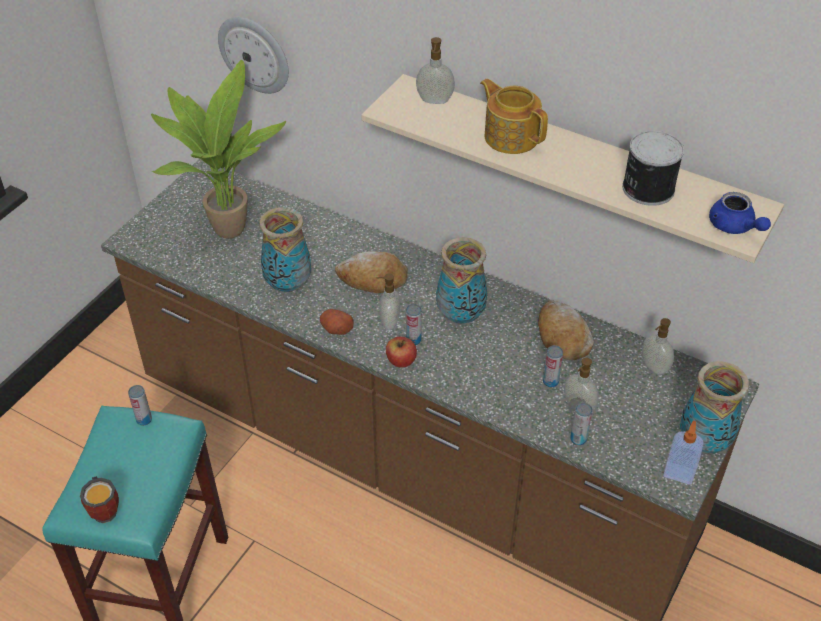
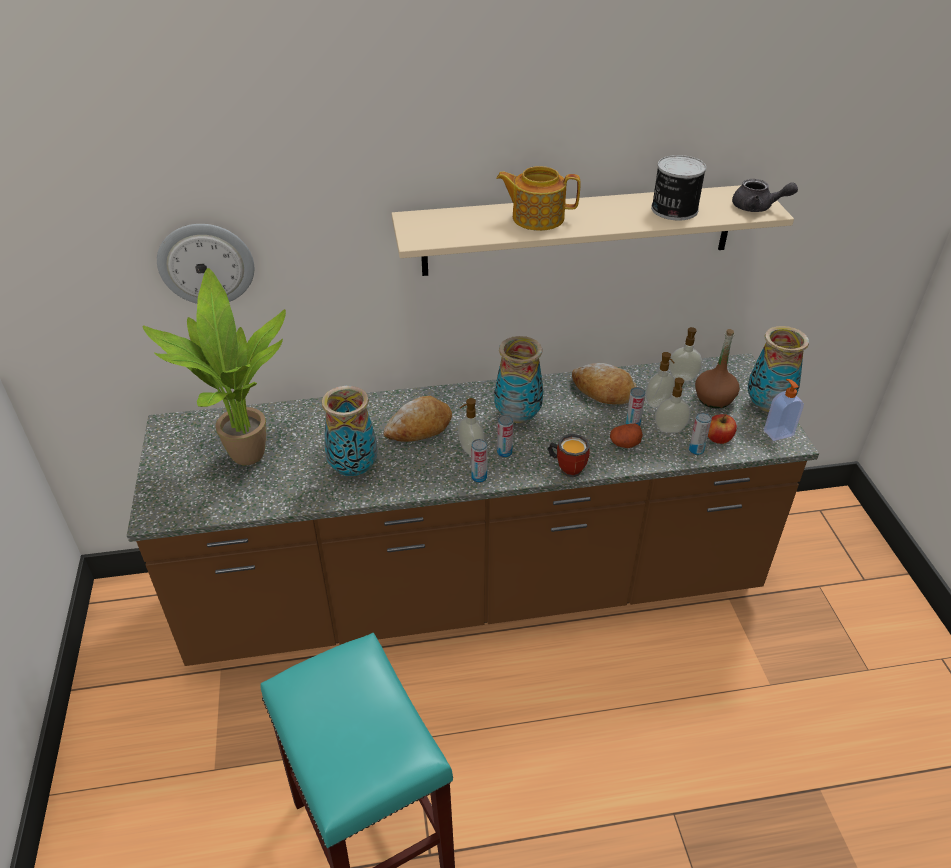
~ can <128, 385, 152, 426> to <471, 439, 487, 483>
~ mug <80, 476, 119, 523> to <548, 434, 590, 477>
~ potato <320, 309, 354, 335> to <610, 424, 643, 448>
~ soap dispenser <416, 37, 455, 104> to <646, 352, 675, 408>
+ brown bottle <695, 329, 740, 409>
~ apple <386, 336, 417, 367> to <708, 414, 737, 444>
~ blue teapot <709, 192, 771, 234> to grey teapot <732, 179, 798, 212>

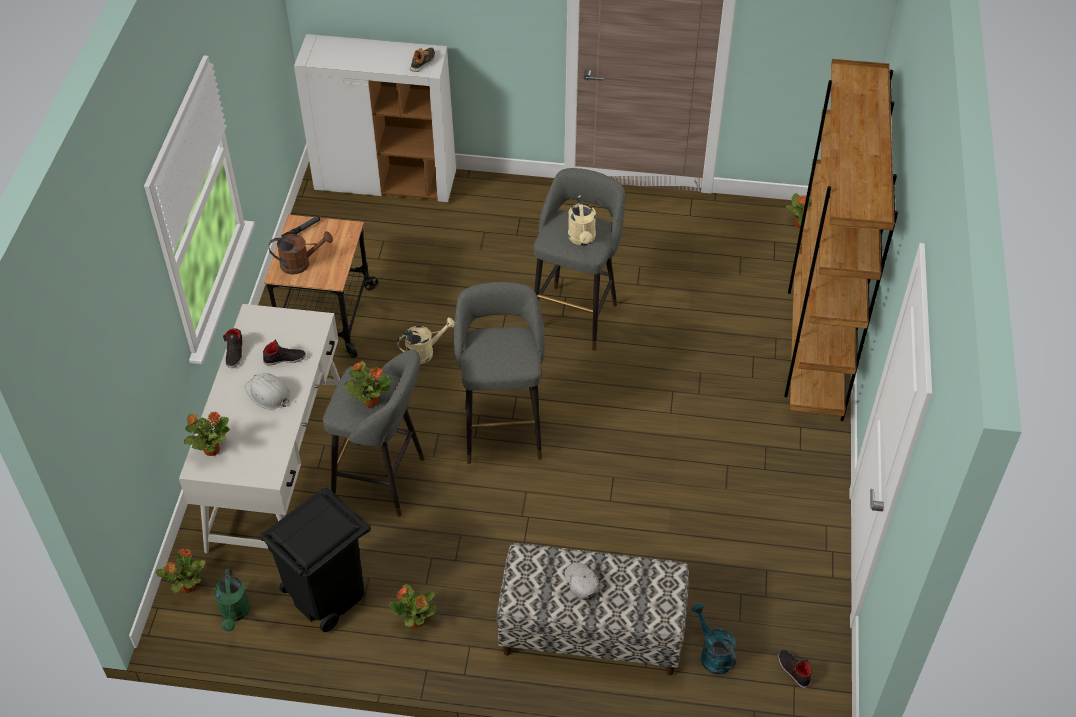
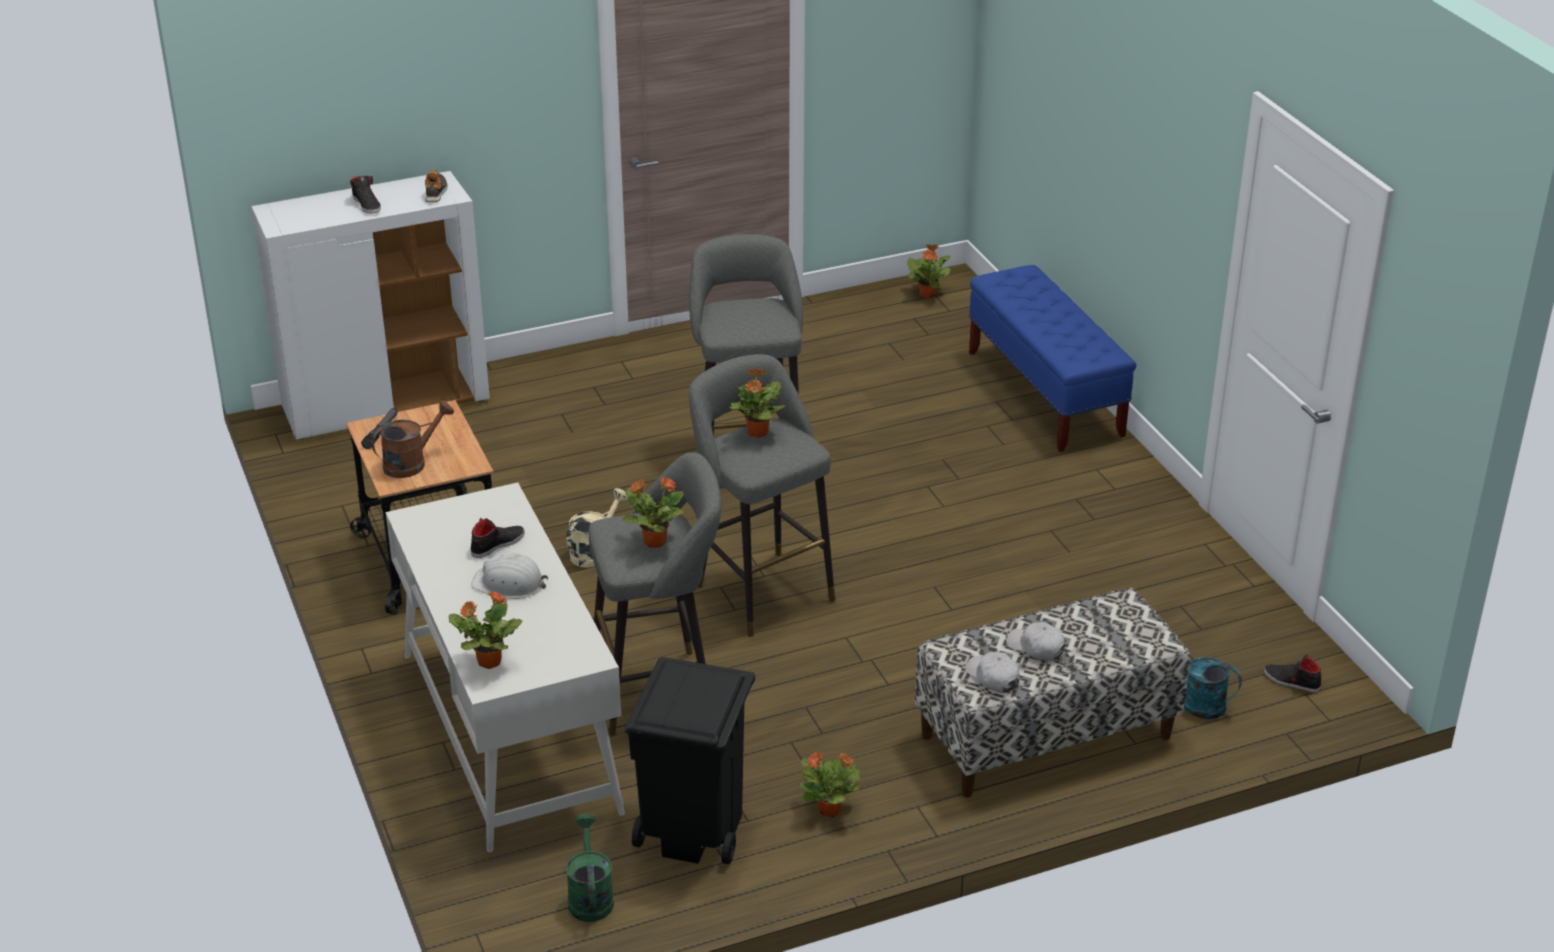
~ black shoe <223, 328, 243, 368> to <350, 176, 381, 214>
~ green watering can <214, 568, 250, 632> = <566, 814, 614, 922> 150 degrees counterclockwise
~ potted plant <156, 548, 205, 593> to <729, 368, 785, 438>
+ white cap <965, 652, 1020, 693>
~ brown bookcase <784, 59, 898, 421> to blue bench <969, 265, 1136, 452>
- beige watering can <568, 195, 596, 245>

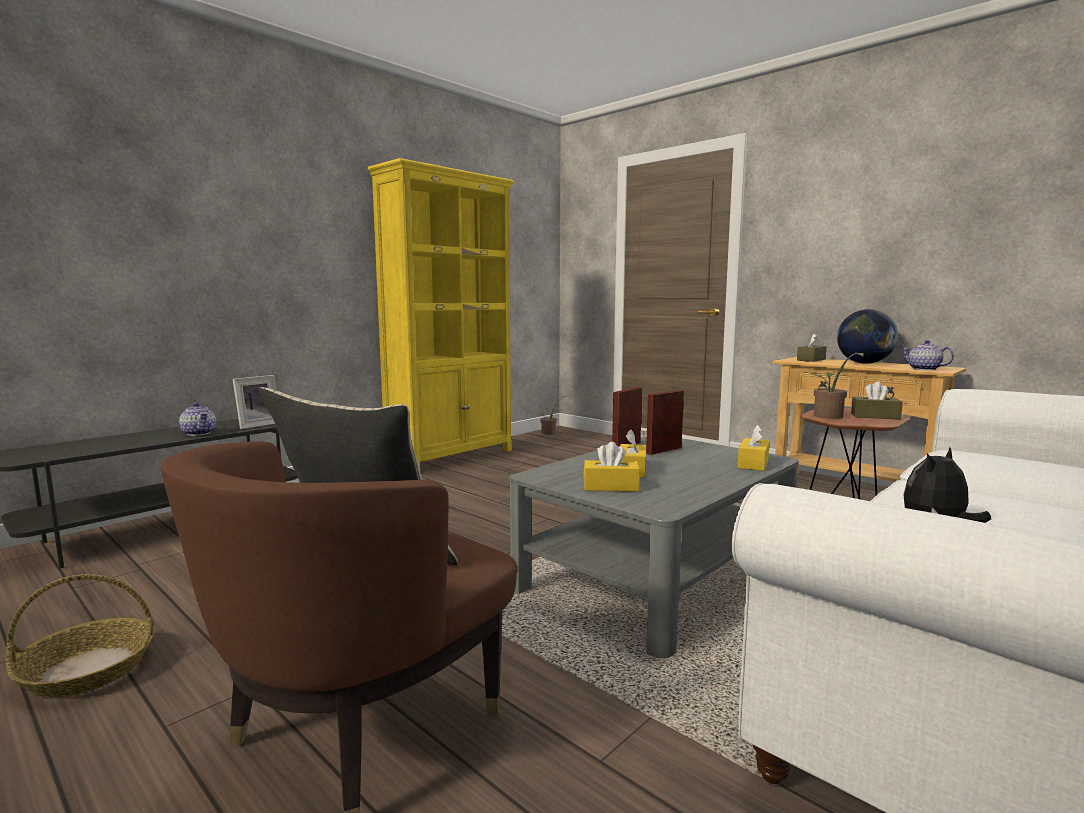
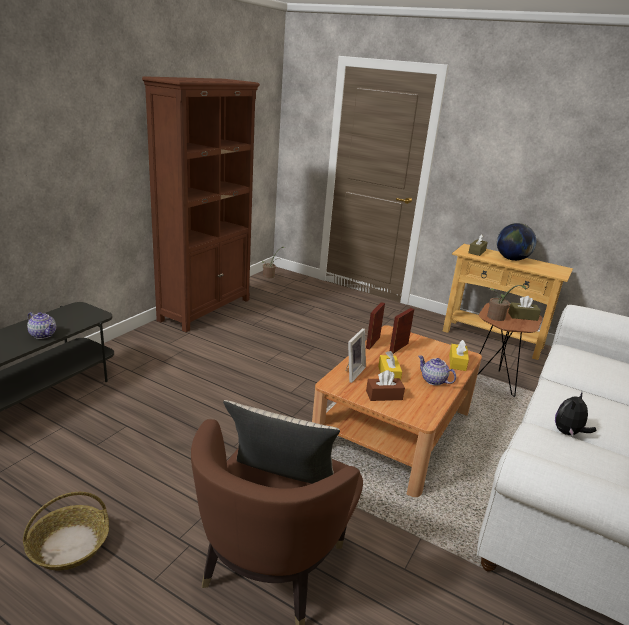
~ yellow bookcase <368, 158, 514, 469> to brown bookcase <142, 76, 260, 332>
~ grey coffee table <510, 436, 799, 658> to brown coffee table <312, 325, 482, 497>
~ picture frame <233, 375, 276, 429> to <345, 328, 366, 383>
~ yellow tissue box <584, 442, 640, 492> to brown tissue box <366, 370, 405, 401>
~ teapot <901, 340, 954, 370> to <418, 355, 456, 386>

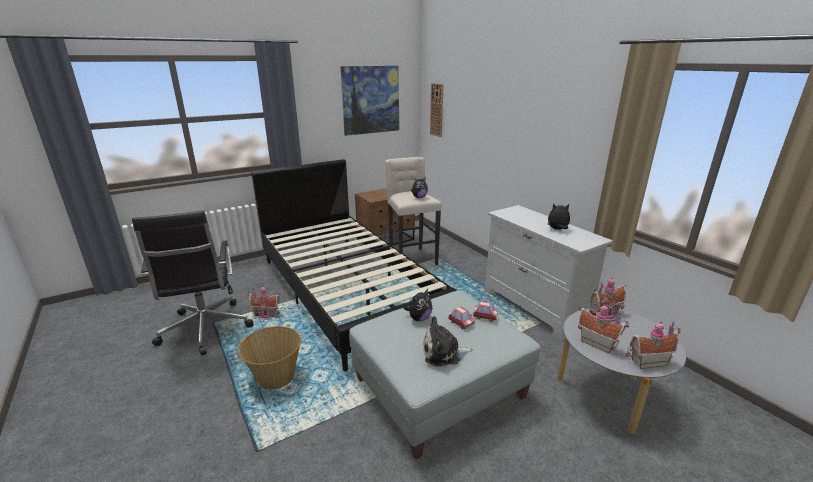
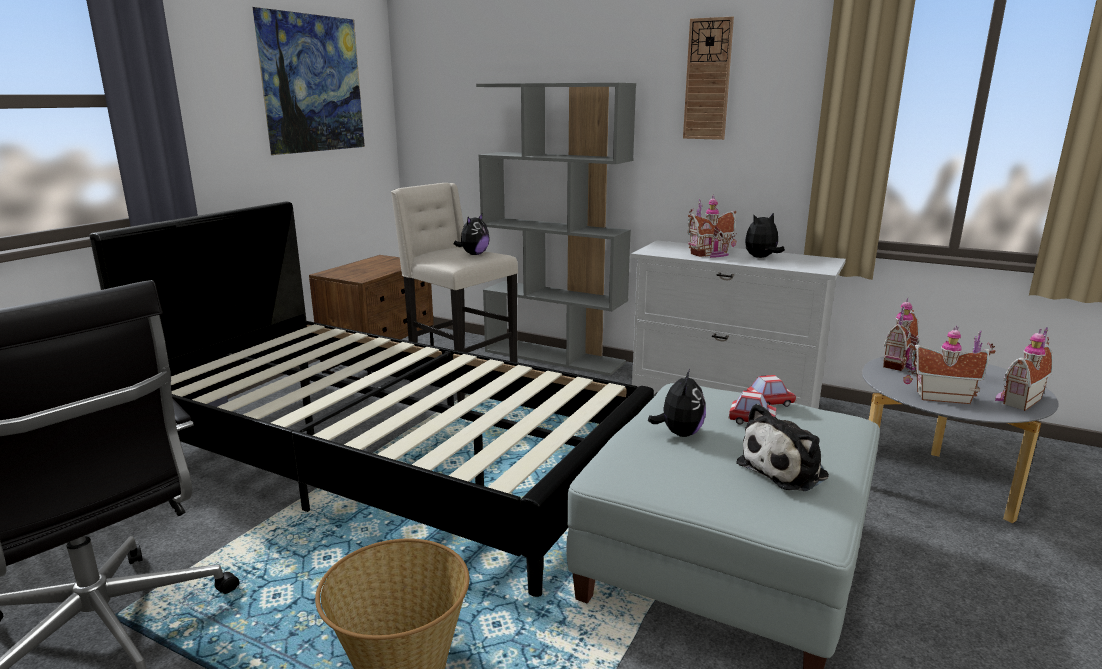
+ grey bookcase <476, 83, 636, 376>
~ wall clock <430, 83, 444, 137> to <683, 17, 734, 140>
~ toy house <247, 286, 280, 319> to <688, 195, 737, 258>

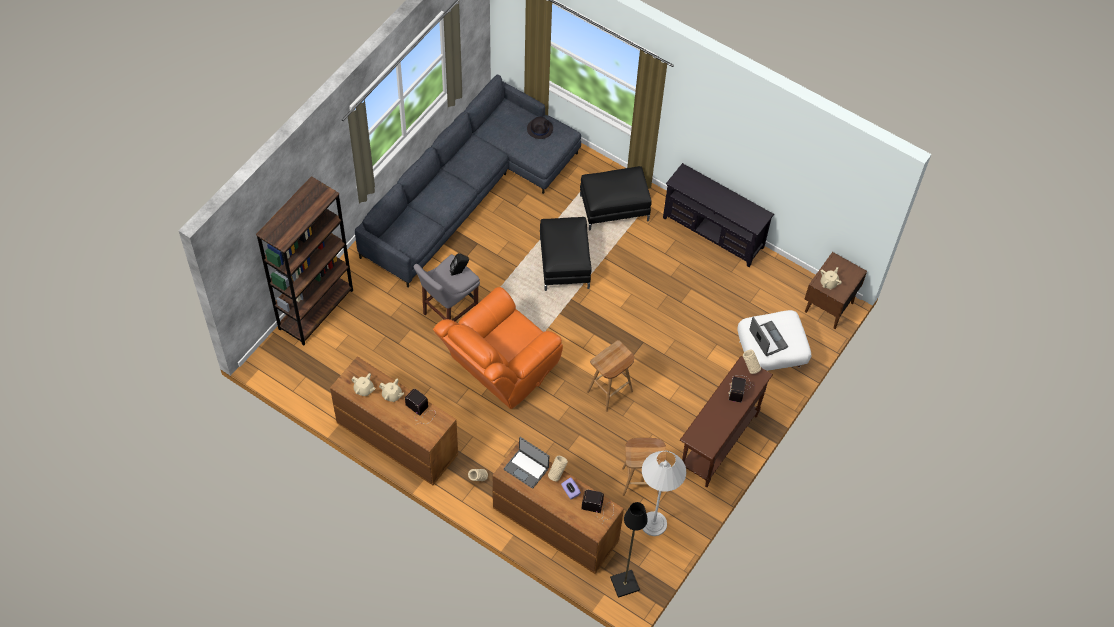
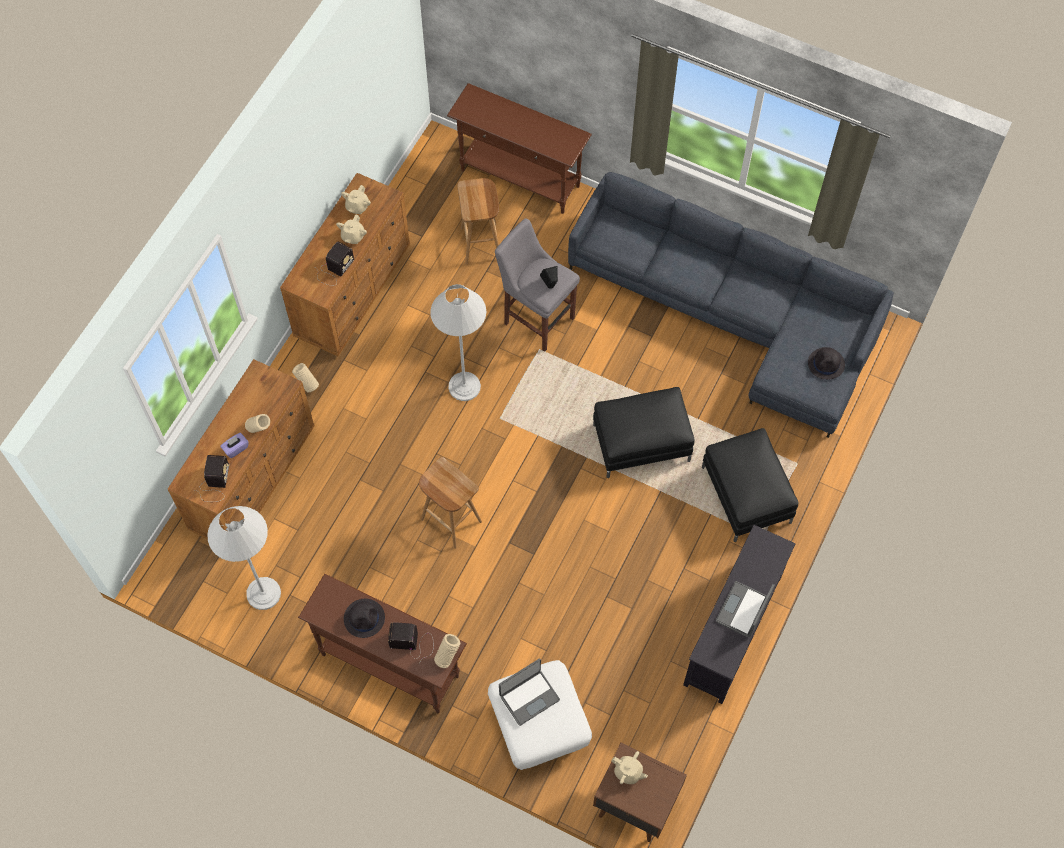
+ black hat <344, 599, 385, 638>
~ orange armchair <433, 287, 563, 409> to white floor lamp <430, 284, 486, 401>
~ brown bookcase <256, 176, 353, 345> to brown console table <447, 83, 592, 214>
~ brown stool <622, 438, 666, 496> to <457, 178, 499, 264>
~ laptop <504, 437, 550, 489> to <716, 581, 774, 637>
- black floor lamp <610, 502, 648, 598>

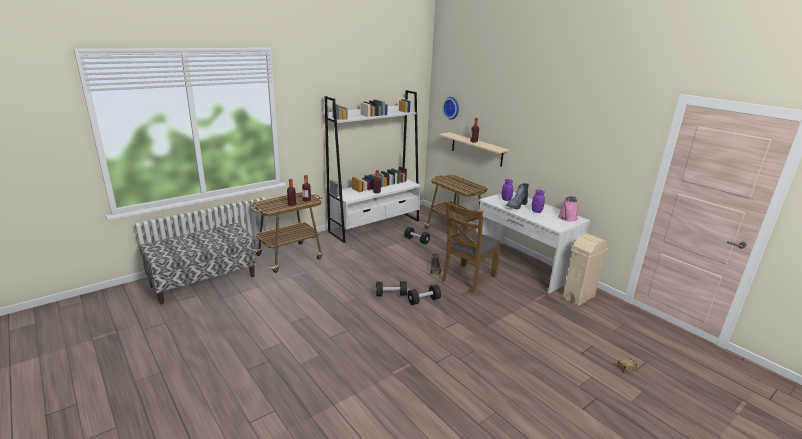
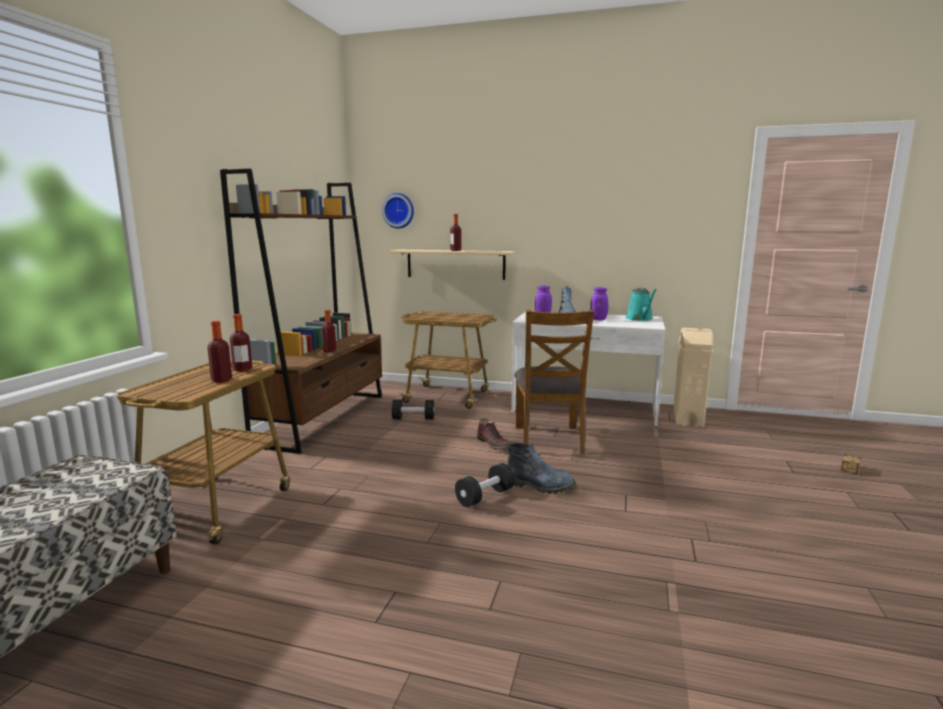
~ white bookcase <325, 90, 421, 243> to brown bookcase <220, 169, 382, 454>
~ black dumbbell <408, 285, 441, 305> to boot <508, 443, 576, 494>
~ pink watering can <558, 196, 578, 222> to turquoise watering can <626, 288, 657, 321>

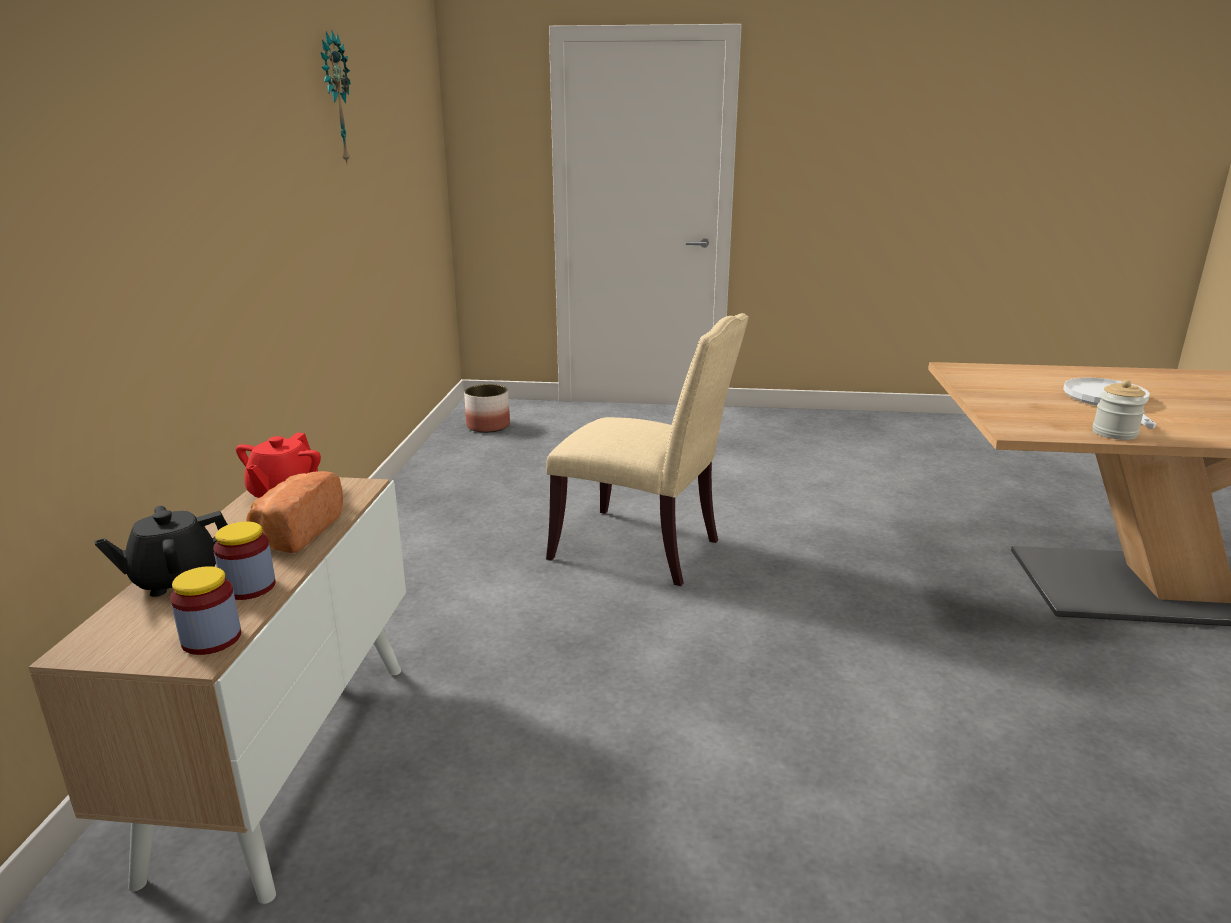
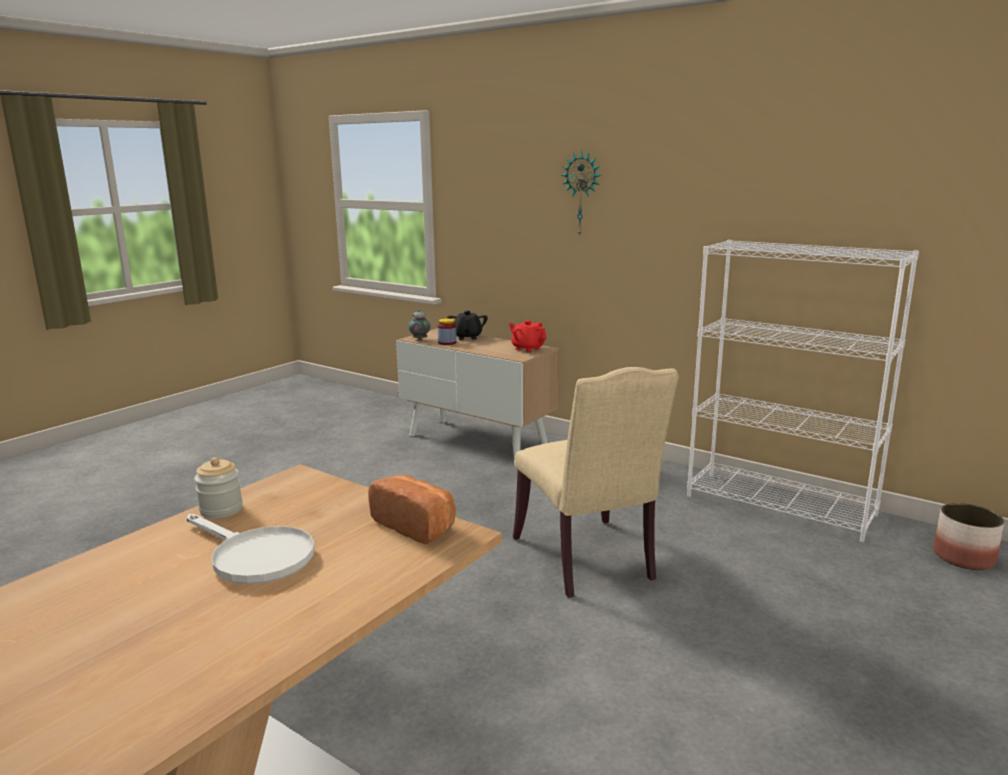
~ bread <246, 471, 343, 553> to <368, 475, 456, 544>
~ jar <170, 566, 241, 655> to teapot <408, 309, 431, 340>
~ beige chair <546, 313, 749, 586> = <513, 367, 679, 598> 75 degrees counterclockwise
~ wall clock <321, 30, 351, 163> to <562, 151, 602, 237>
+ white bookcase <687, 240, 919, 543>

